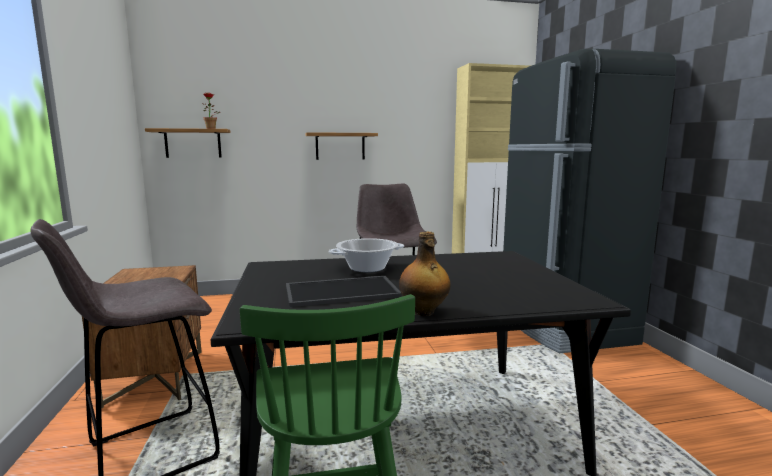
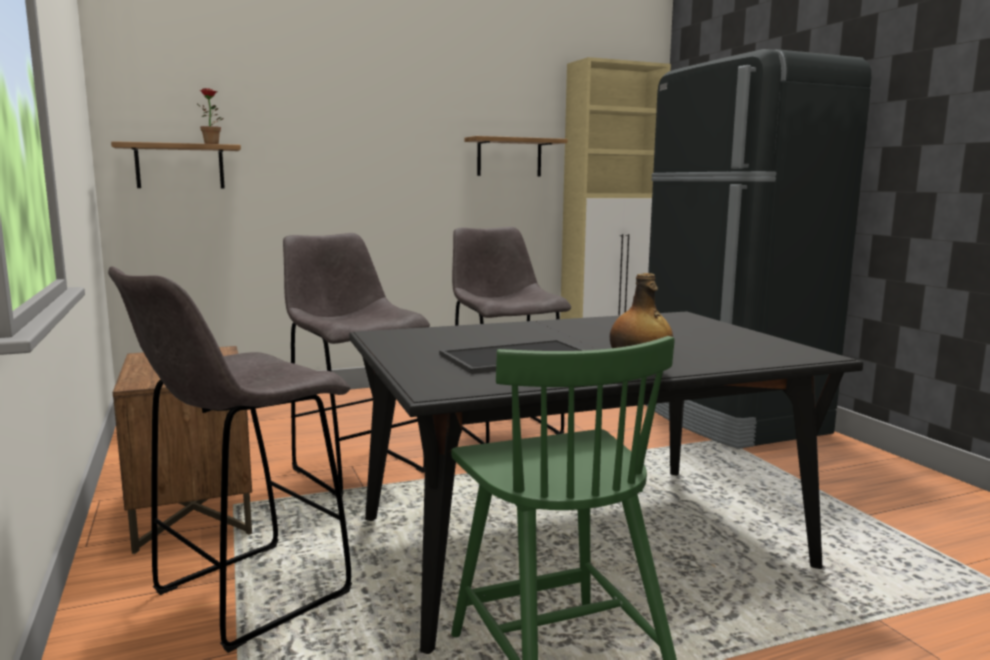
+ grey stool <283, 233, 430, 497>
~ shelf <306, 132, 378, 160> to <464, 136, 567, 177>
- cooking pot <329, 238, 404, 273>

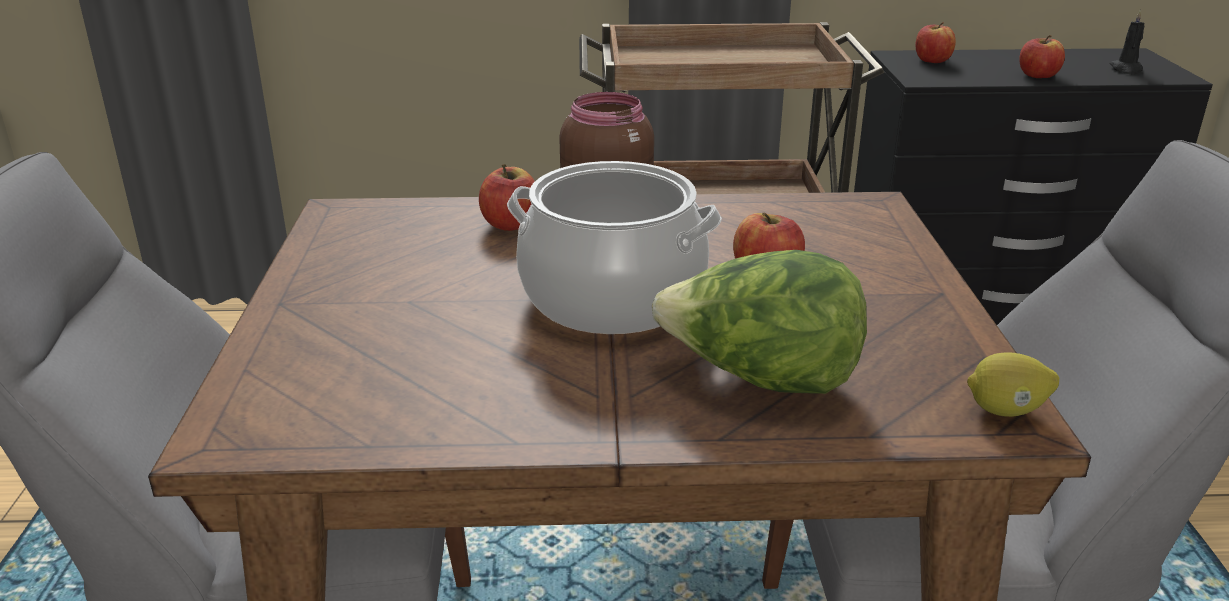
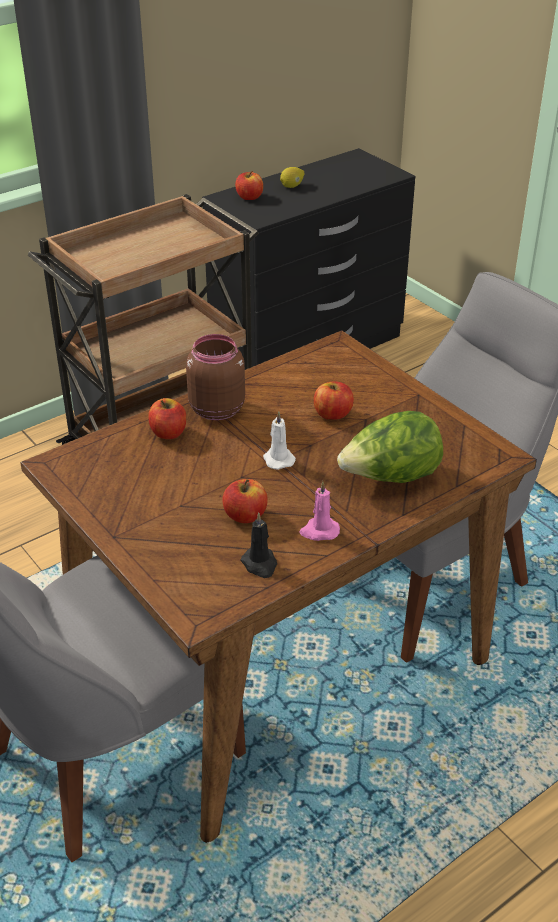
~ apple <1019, 35, 1065, 78> to <222, 479, 268, 523>
~ black candle <1109, 9, 1144, 74> to <240, 513, 277, 578>
~ cooking pot <507, 161, 722, 334> to white candle <263, 411, 296, 470>
~ lemon <967, 352, 1059, 417> to <280, 167, 305, 188>
+ pink candle <299, 481, 340, 541>

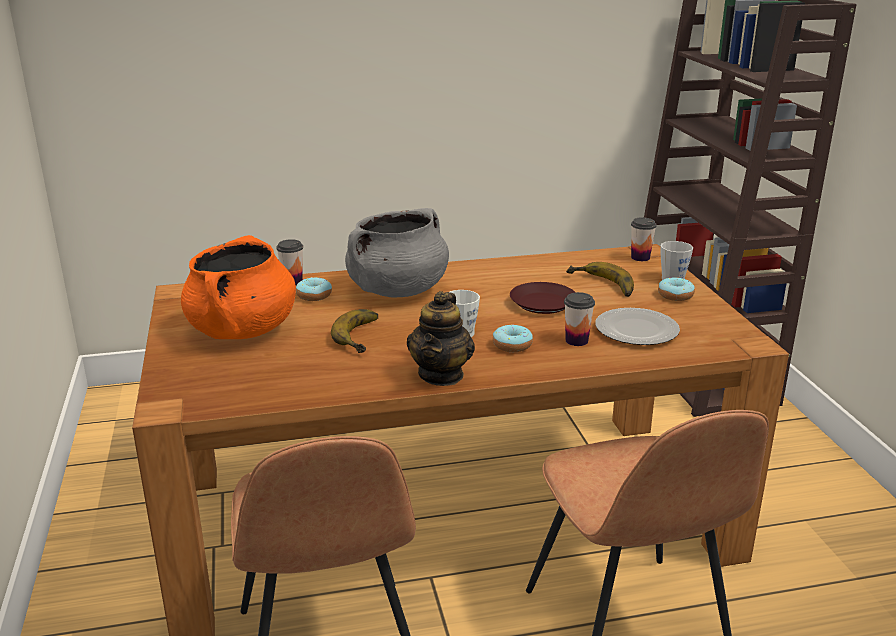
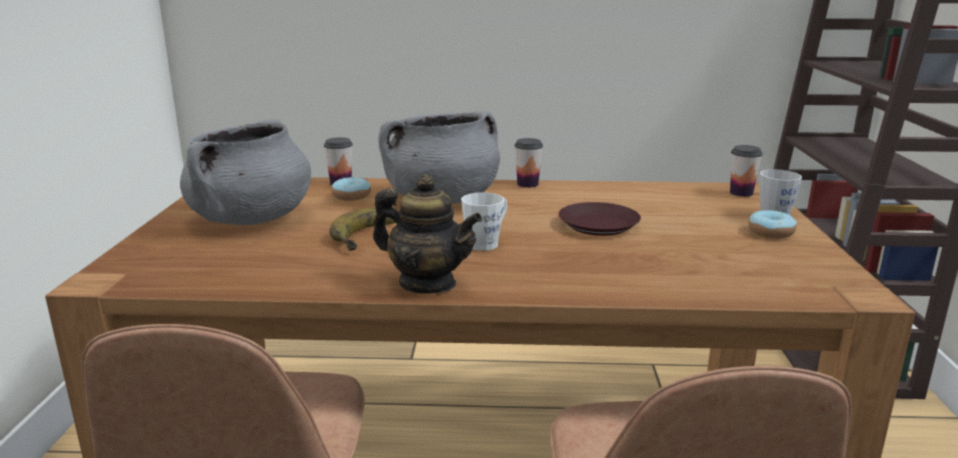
~ orange cooking pot <181, 235, 296, 339> to grey cooking pot <180, 119, 311, 225>
~ teapot <407, 291, 475, 386> = <373, 174, 482, 294> 90 degrees counterclockwise
~ cup <564, 292, 595, 346> to <515, 138, 543, 188>
- donut <493, 324, 533, 352>
- banana <566, 262, 634, 297>
- plate <595, 308, 680, 345>

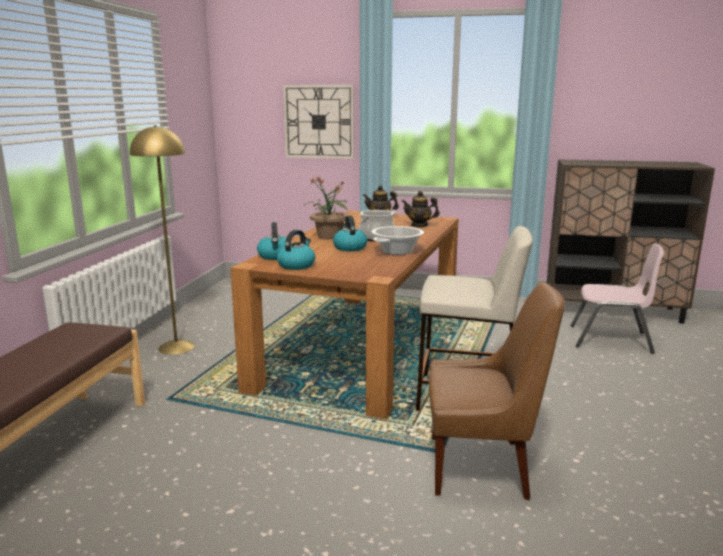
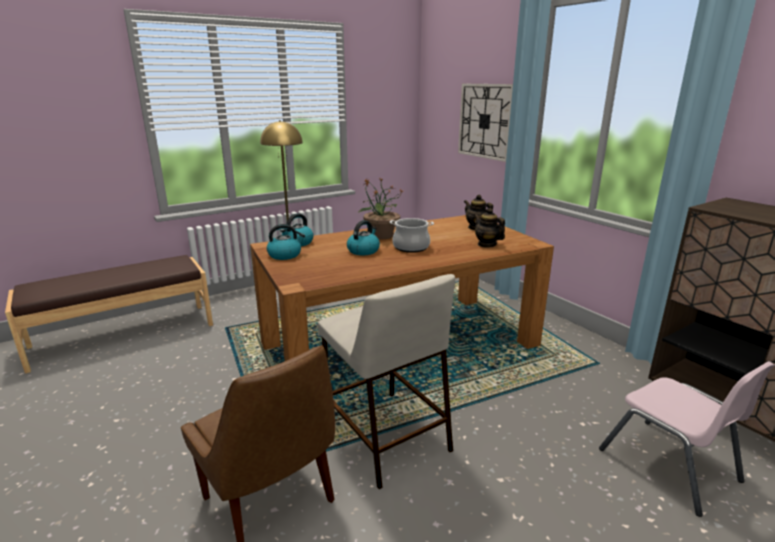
- cooking pot <372, 226, 424, 255>

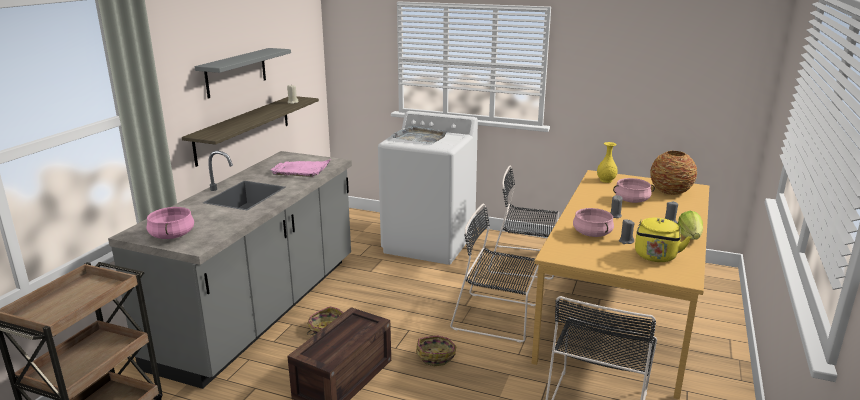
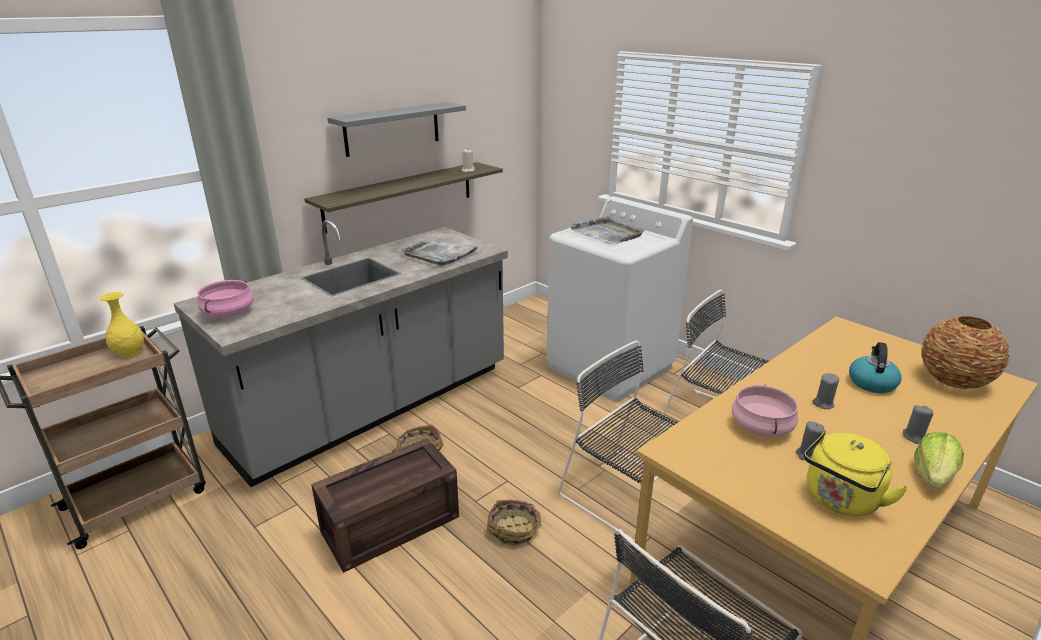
~ yellow vase <597, 142, 617, 183> to <100, 292, 144, 358>
~ pink tray <270, 159, 331, 177> to grey tray <402, 241, 480, 266>
~ pink cooking pot <613, 178, 655, 203> to kettle <849, 342, 902, 393>

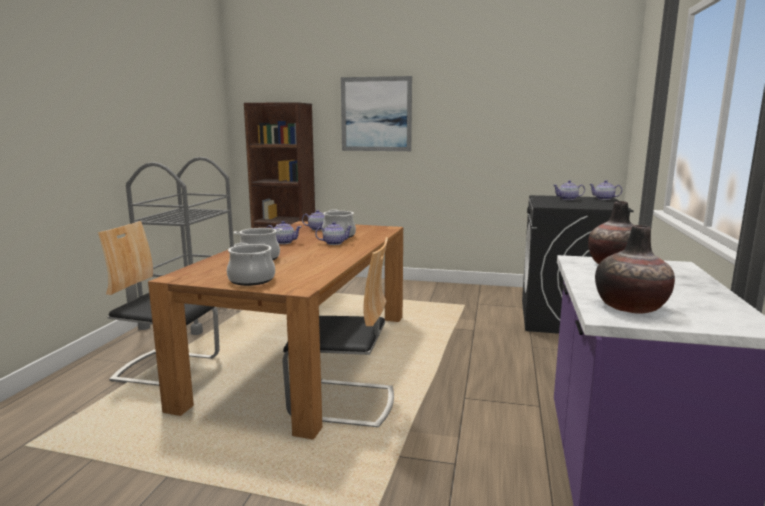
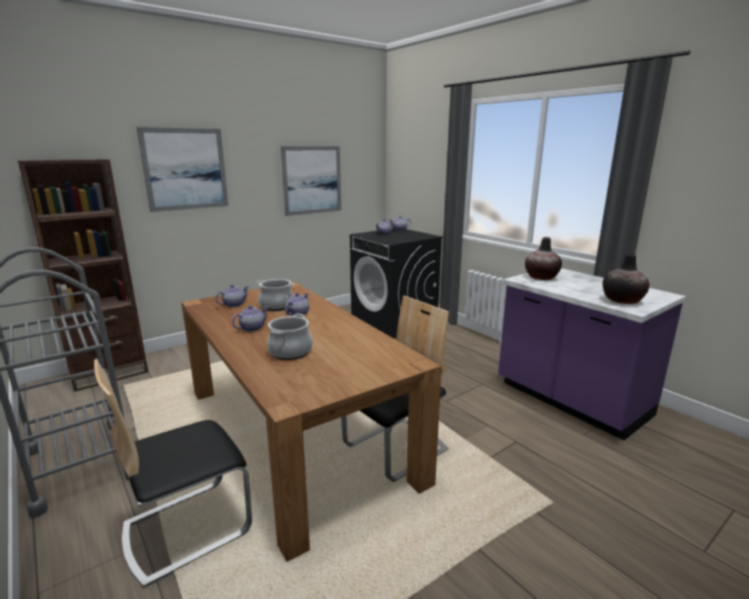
+ picture <281, 146, 341, 216>
- cooking pot <227, 243, 275, 286>

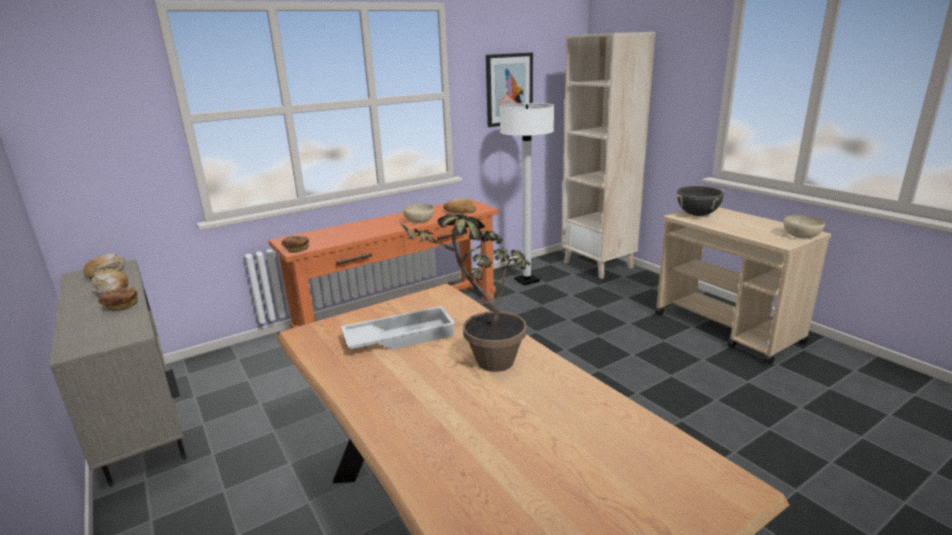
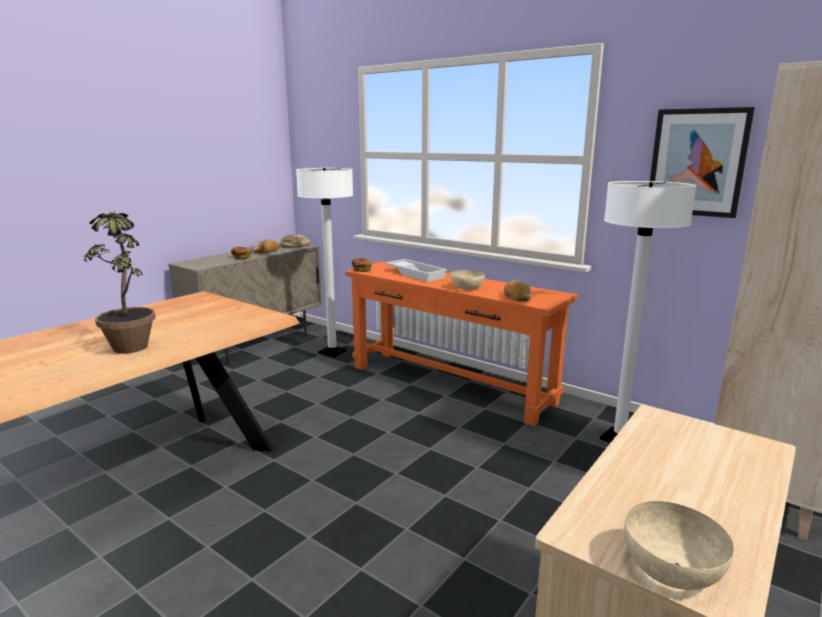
+ white floor lamp <296, 168, 353, 357>
~ white tray <341, 306, 456, 350> to <386, 259, 447, 282>
- black cooking pot <676, 186, 724, 216>

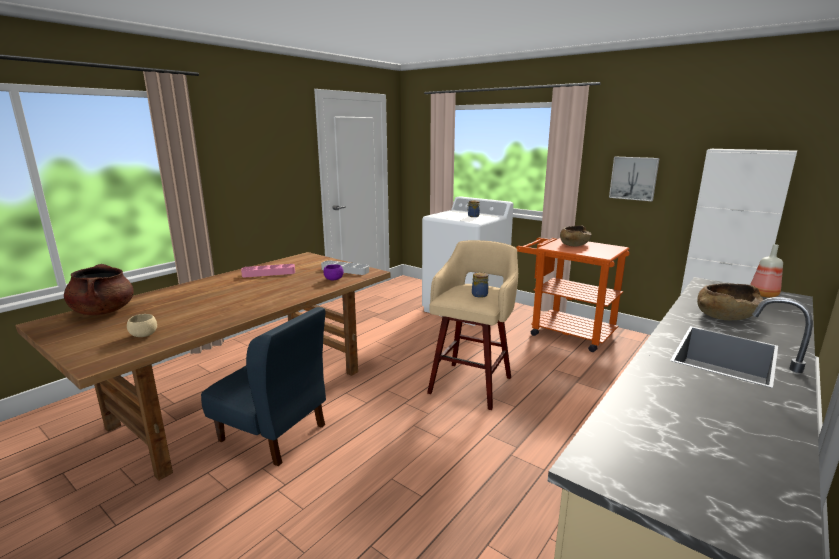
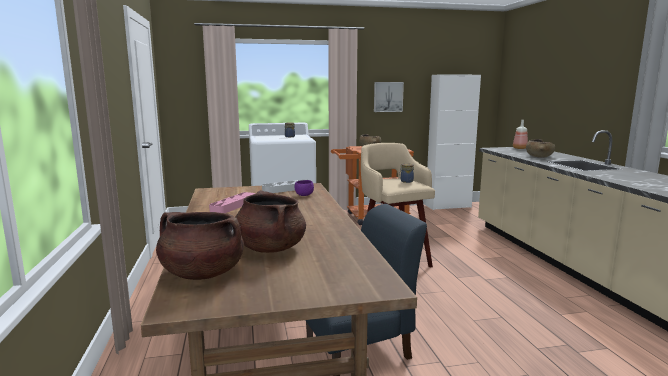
+ brown cooking pot <235, 191, 306, 253>
- beige bowl <127, 314, 157, 337>

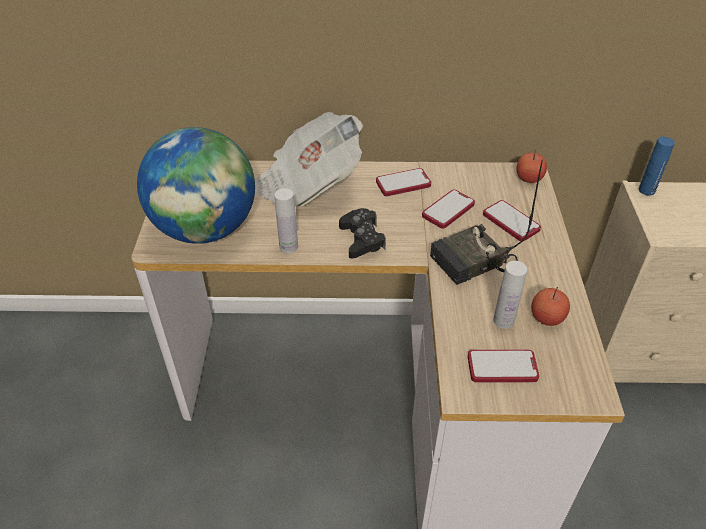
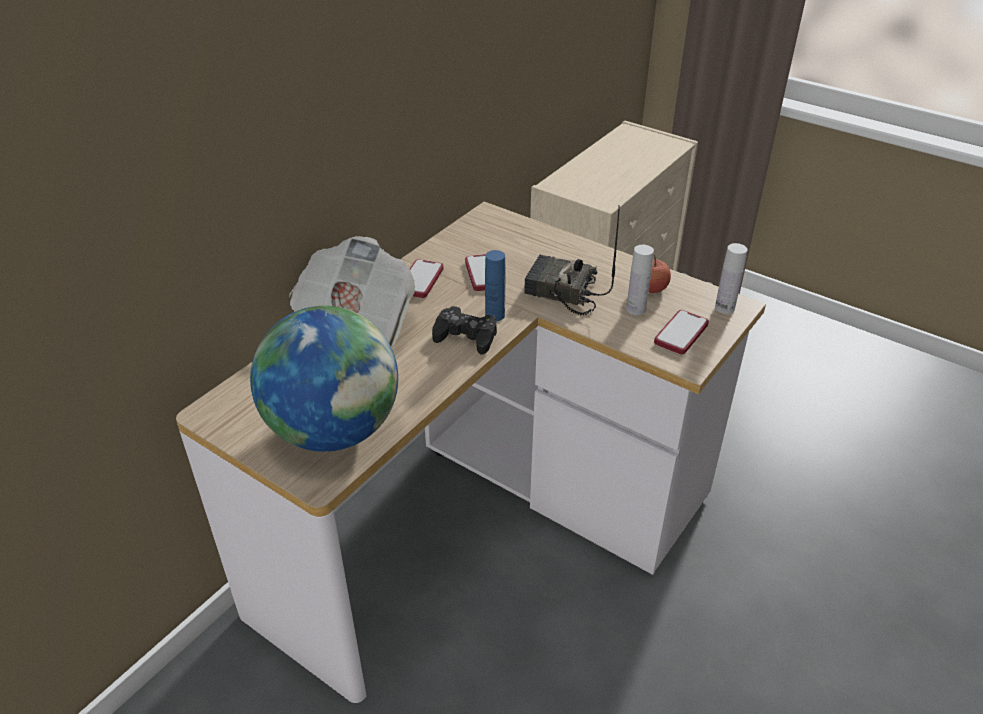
~ blue bottle <639, 137, 675, 195> to <485, 250, 506, 321>
~ radio <430, 160, 543, 285> = <524, 205, 620, 316> 105 degrees clockwise
~ white bottle <275, 188, 298, 253> to <715, 243, 748, 314>
- phone <483, 200, 541, 241>
- apple <516, 149, 547, 183>

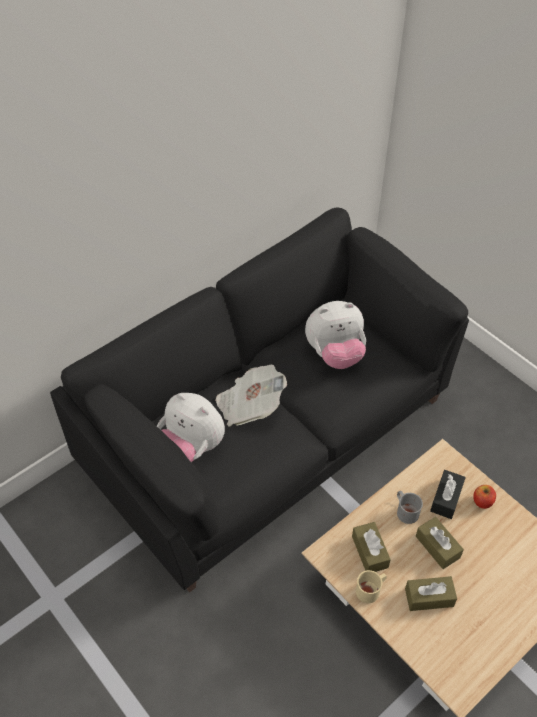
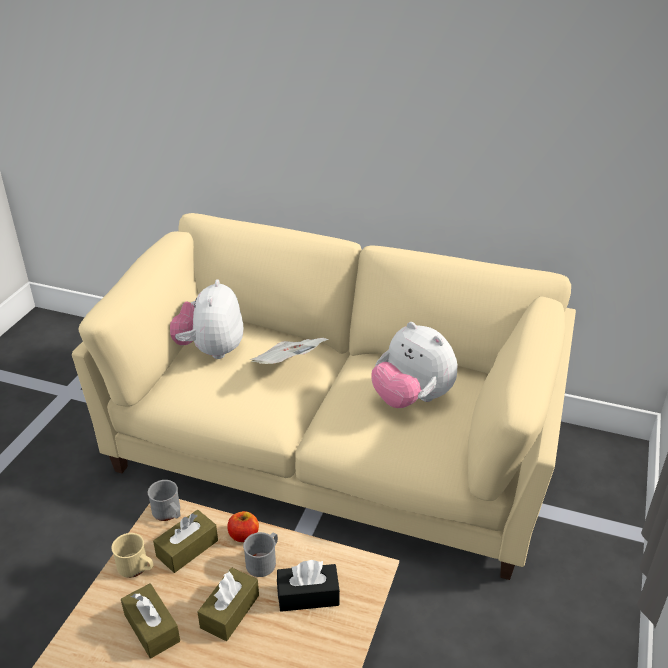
~ black sofa <50, 208, 469, 592> to beige sofa <72, 213, 576, 580>
+ grey mug <148, 480, 181, 521>
~ apple <473, 485, 496, 509> to <227, 511, 259, 542>

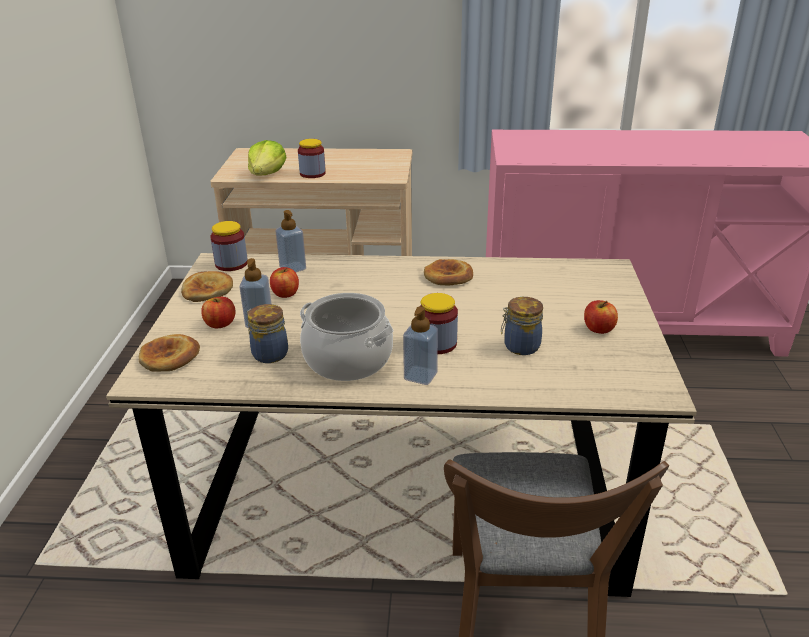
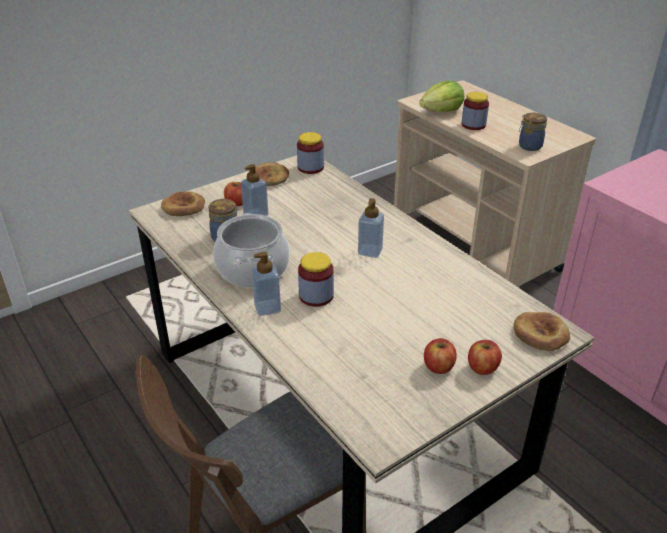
~ soap dispenser <275, 210, 306, 272> to <358, 198, 384, 258>
~ apple <270, 267, 299, 298> to <468, 340, 502, 375>
~ bread <424, 259, 473, 285> to <514, 312, 570, 351>
~ jar <501, 297, 543, 355> to <519, 113, 547, 151>

